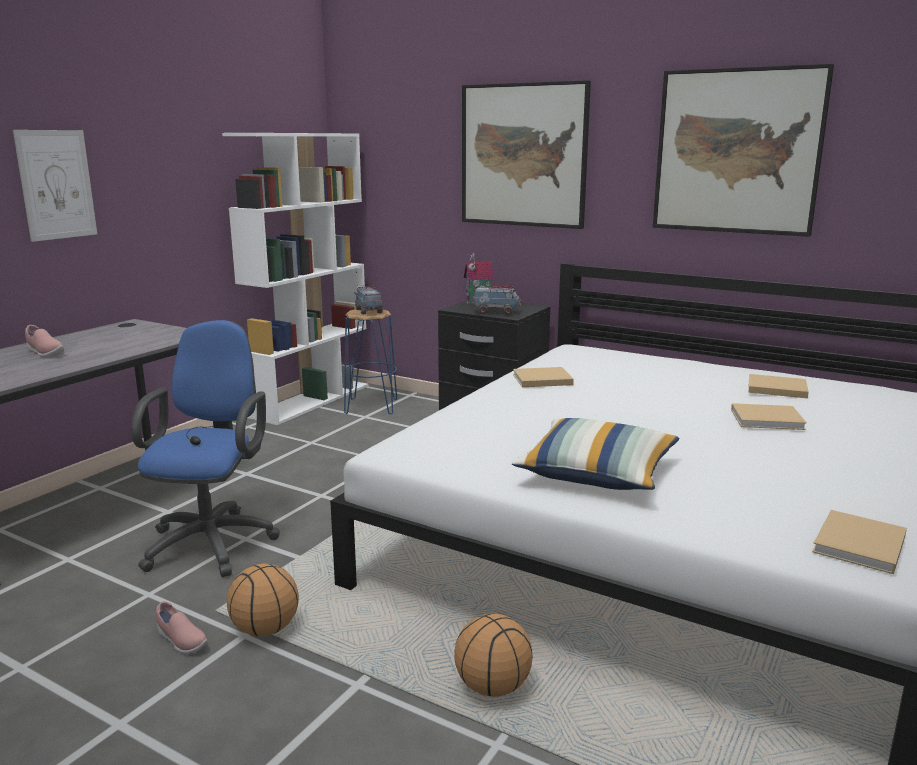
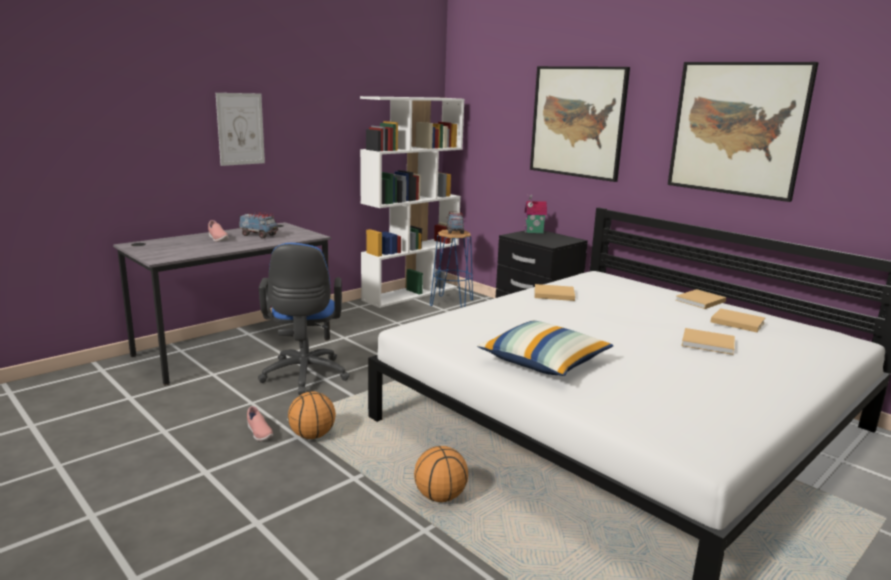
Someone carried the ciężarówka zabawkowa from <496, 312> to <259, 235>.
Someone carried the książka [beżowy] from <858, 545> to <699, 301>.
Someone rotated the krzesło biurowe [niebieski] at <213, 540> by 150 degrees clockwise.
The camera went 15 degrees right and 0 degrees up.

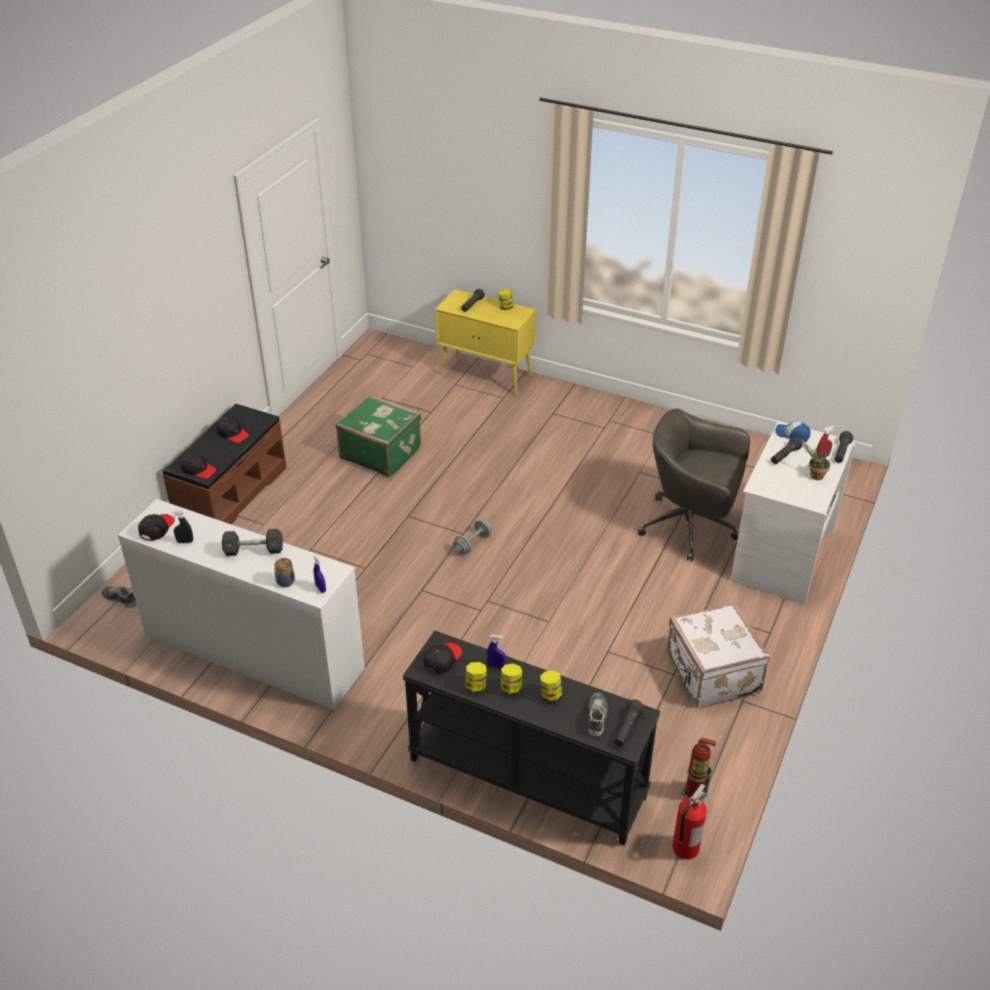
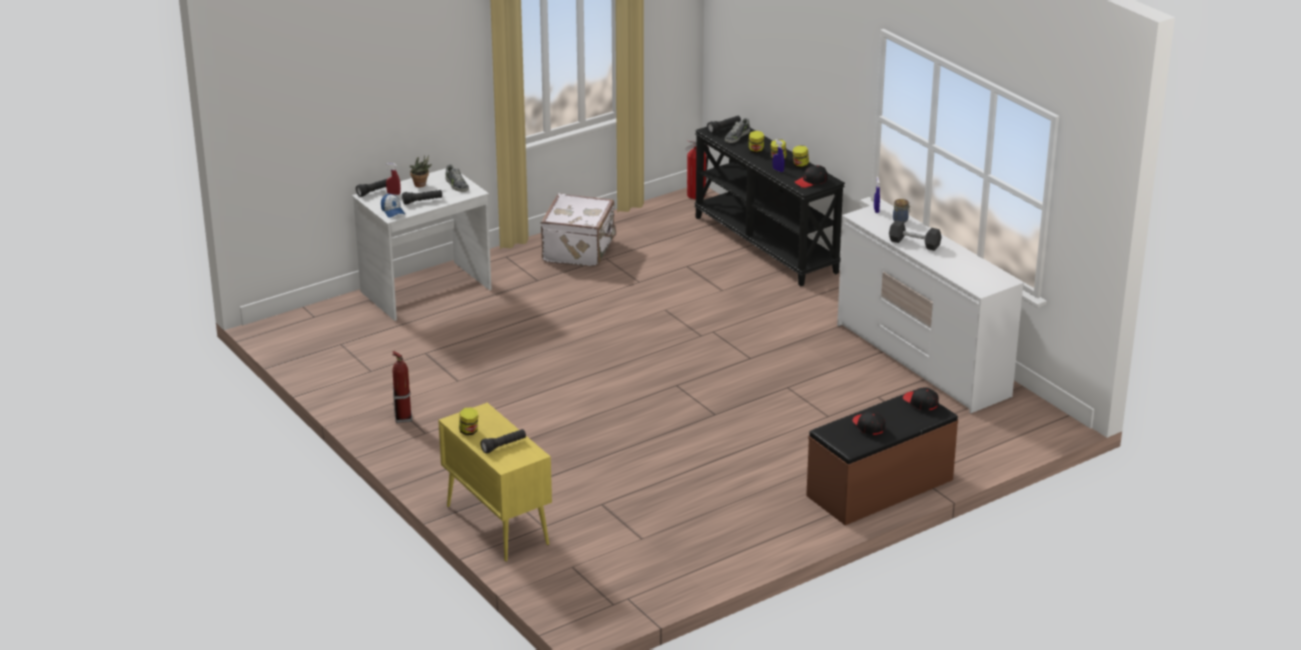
Someone took away the czapka z daszkiem [czarny] at <156, 529>.
Someone took away the spryskiwacz [czarny] at <185, 541>.
Someone took away the walizka [zielony] at <381, 453>.
Someone took away the hantel [szary] at <472, 543>.
Someone took away the krzesło biurowe [szary] at <691, 527>.
Someone carried the but from <120, 599> to <456, 185>.
Someone carried the gaśnica from <694, 794> to <403, 418>.
The camera went 150 degrees left and 10 degrees down.

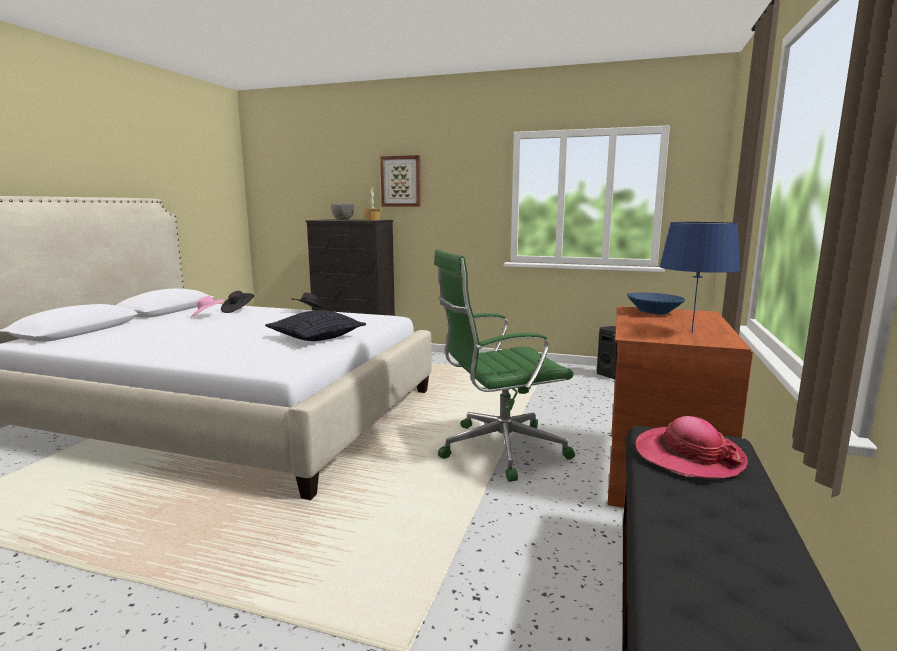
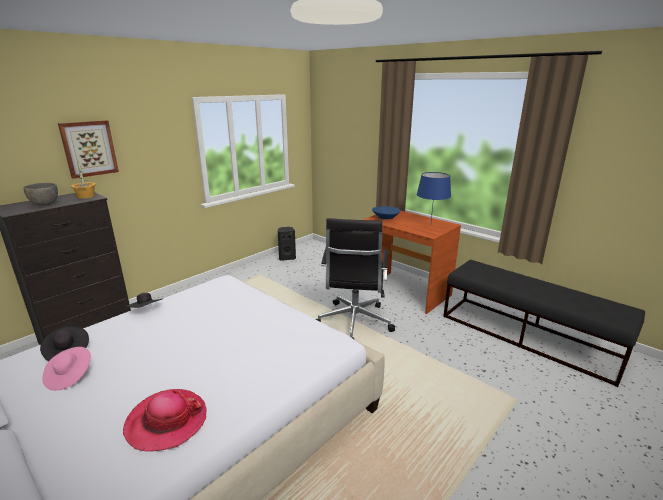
Someone took away the poduszka at <316, 337>.
Someone carried the kapelusz from <688, 456> to <166, 421>.
Someone repainted the krzesło biurowe [zielony] at <499, 449>, which became the krzesło biurowe [czarny] at <354, 323>.
The camera went 65 degrees left and 10 degrees up.

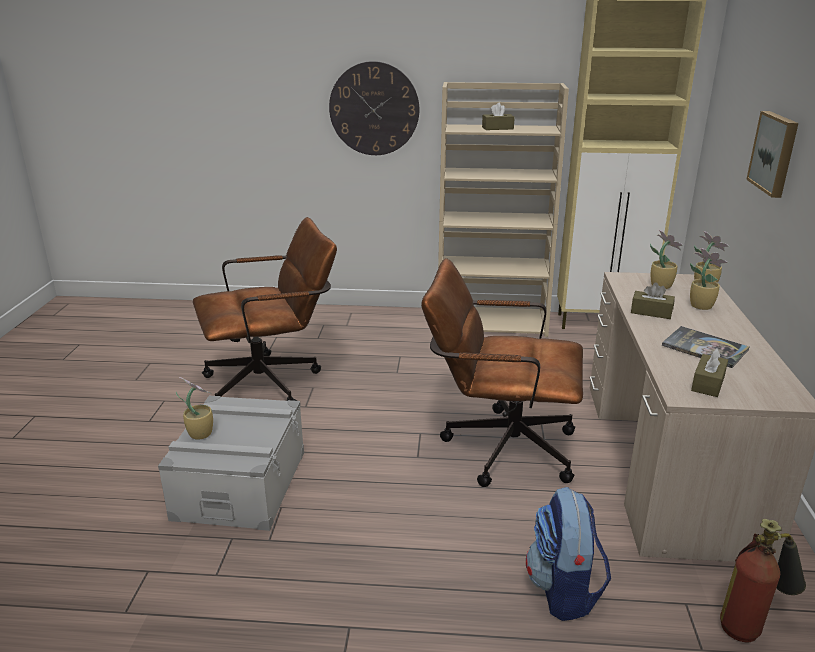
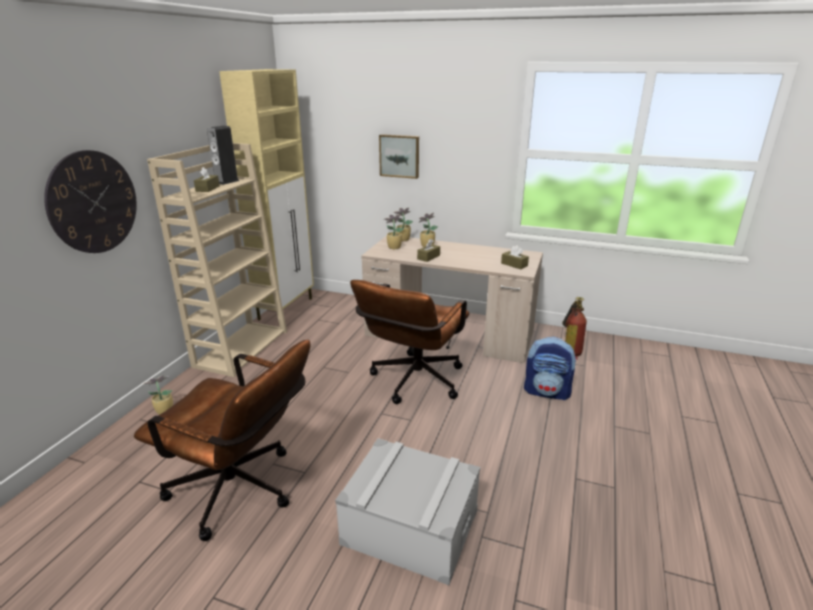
Someone took away the książka at <704, 348>.
Someone put down the głośnik at <226, 182>.
Someone carried the roślina doniczkowa from <200, 433> to <164, 411>.
Someone rotated the krzesło biurowe [brązowy] at <272, 382> by 120 degrees clockwise.
The camera went 75 degrees left and 0 degrees up.

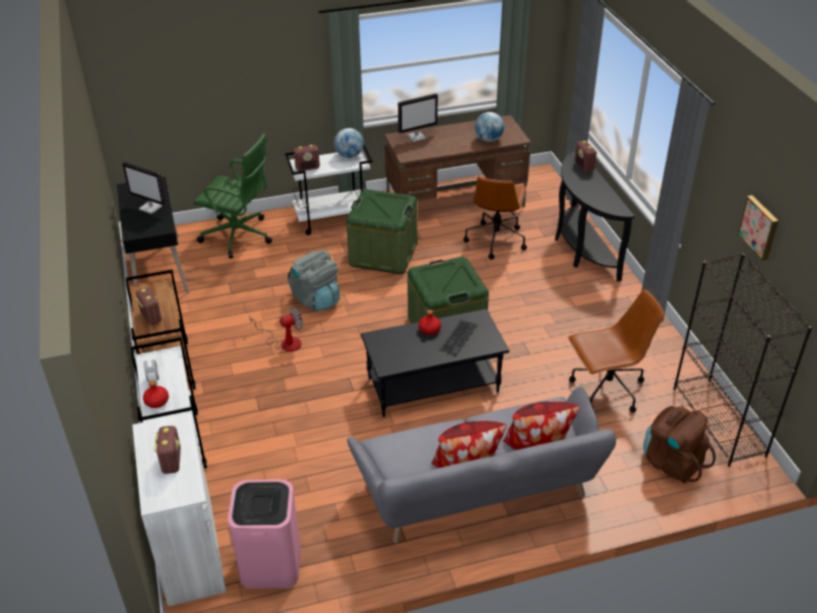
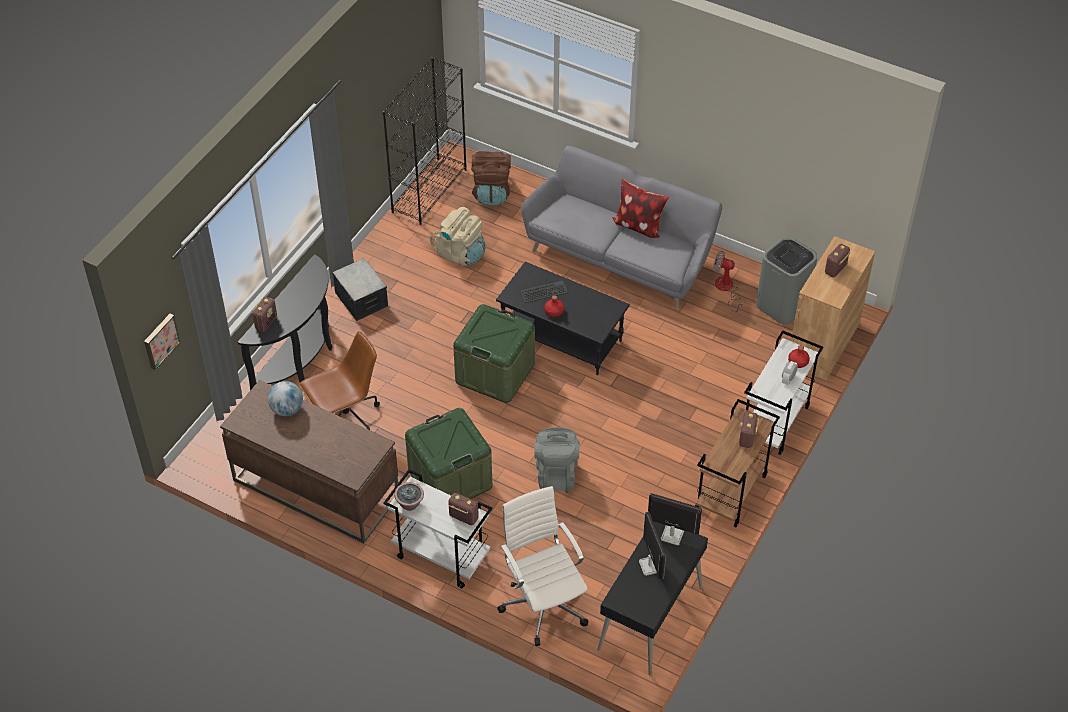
Someone took away the poduszka at <538, 444>.
Someone put down the pojemnik do przechowywania at <362, 299>.
Someone carried the wentylator from <284, 342> to <726, 289>.
Someone carried the monitor from <417, 137> to <671, 535>.
Someone carried the obraz from <759, 227> to <160, 340>.
Someone swapped the globus at <349, 156> for the roślina doniczkowa at <410, 504>.
Someone swapped the krzesło biurowe [brązowy] at <606, 390> for the plecak [beżowy] at <460, 253>.
Someone repainted the szafka [biały] at <190, 553>, which became the szafka [brązowy] at <823, 343>.
Someone repainted the krzesło biurowe [zielony] at <239, 236>, which became the krzesło biurowe [biały] at <544, 602>.
Someone repainted the kosz na śmieci [różowy] at <270, 564>, which became the kosz na śmieci [szary] at <782, 305>.
The camera went 135 degrees left and 10 degrees up.

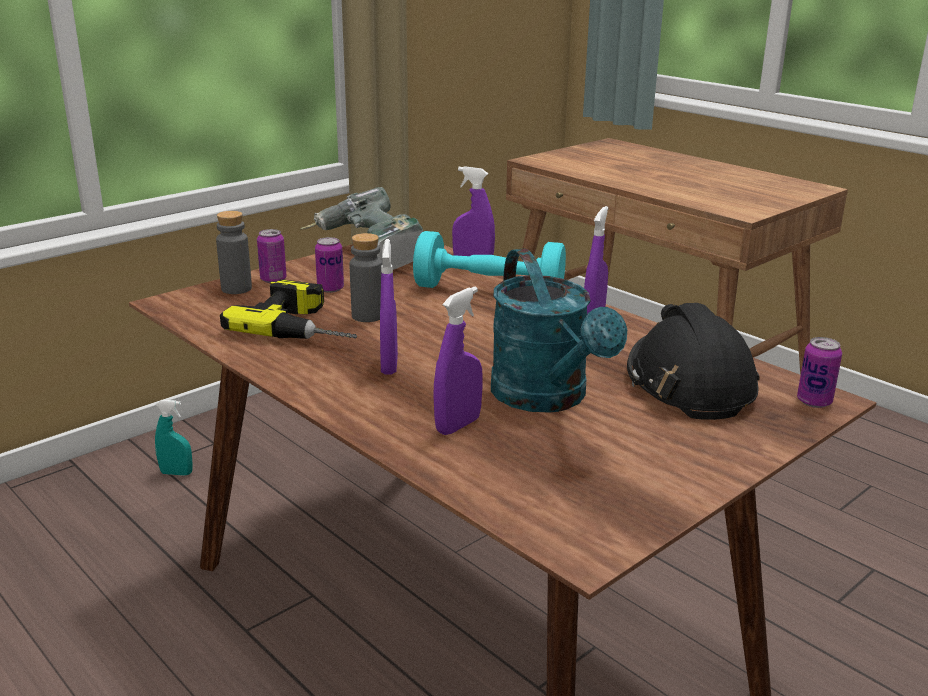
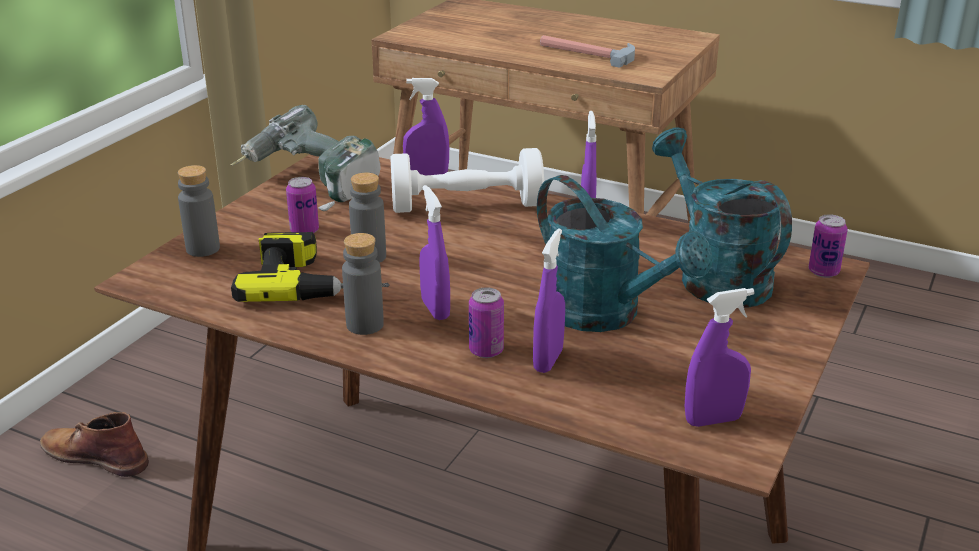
Someone put down the butelka [szary] at <365, 325>.
Someone put down the młotek at <587, 53>.
Someone put down the spryskiwacz [fioletowy] at <713, 420>.
Someone carried the puszka from <273, 279> to <486, 351>.
Someone swapped the spryskiwacz [turkusowy] at <176, 473> for the but z cholewką [brązowy] at <95, 455>.
Someone swapped the kask [czarny] at <689, 384> for the konewka [turkusowy] at <714, 275>.
Someone repainted the hantel [turkusowy] at <489, 291>, which became the hantel [biały] at <466, 206>.
The camera went 20 degrees left and 5 degrees up.

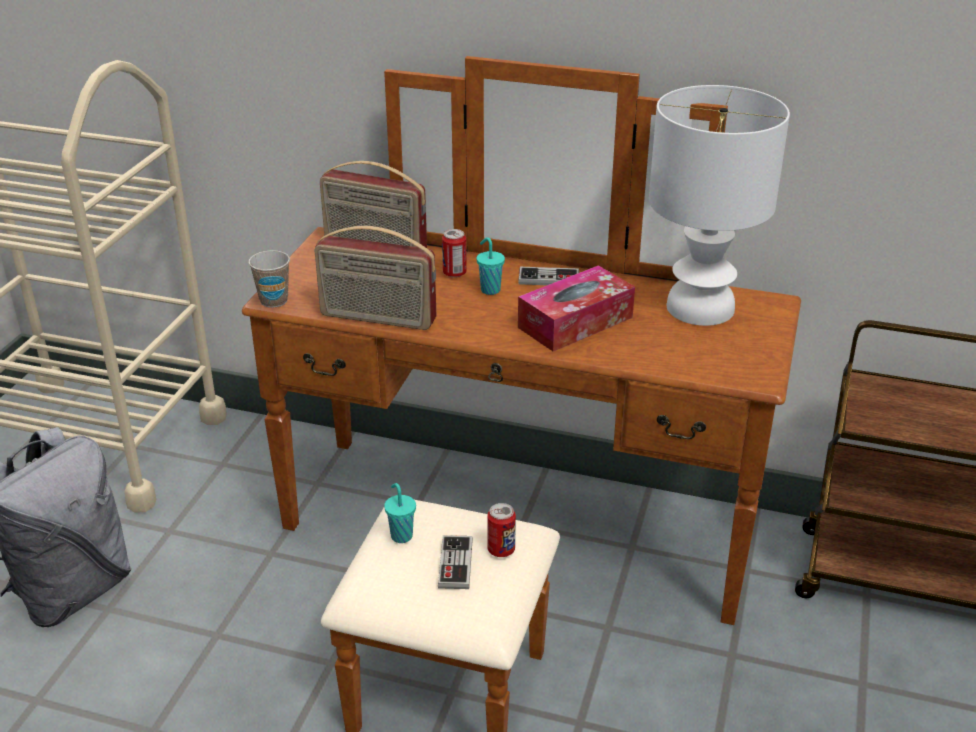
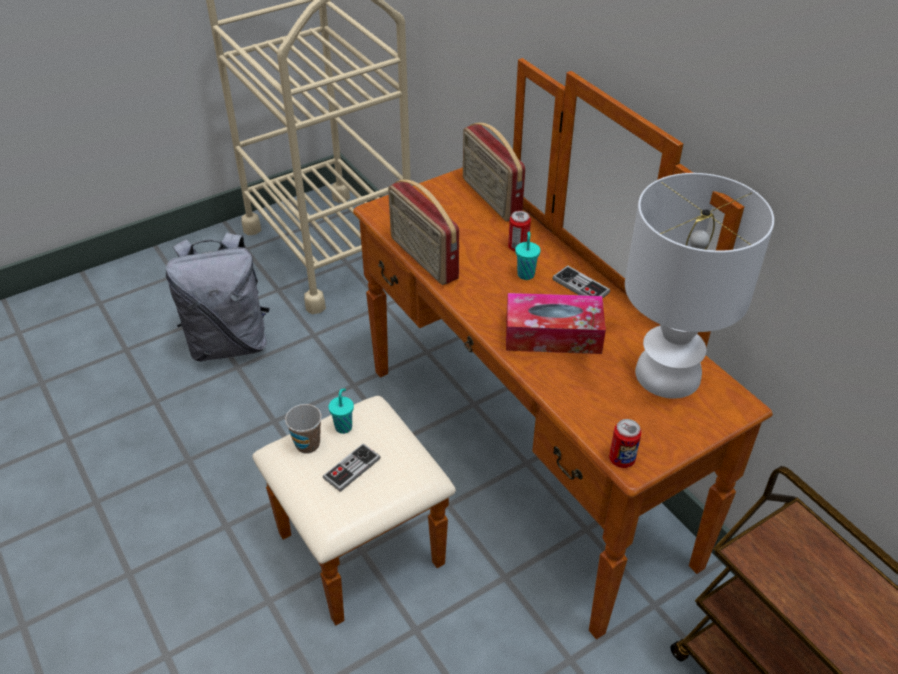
Someone carried the filiżanka from <274, 300> to <307, 444>.
Someone carried the puszka from <501, 550> to <621, 459>.
The camera went 40 degrees right and 10 degrees up.

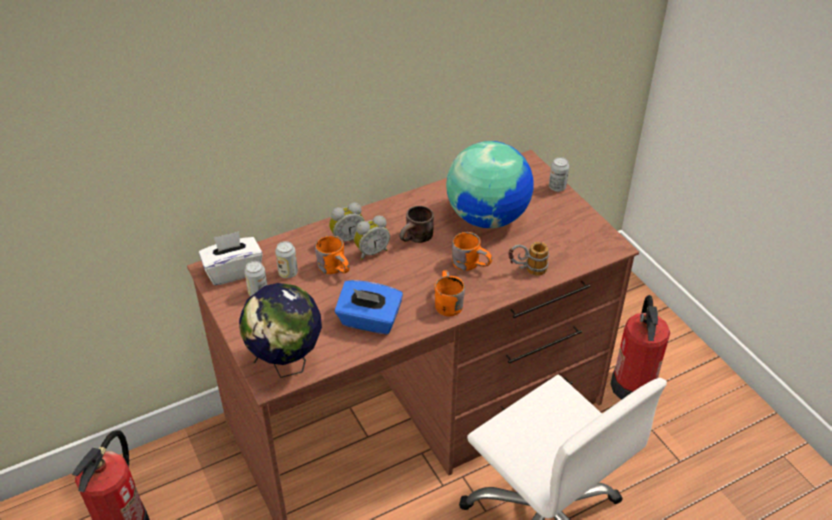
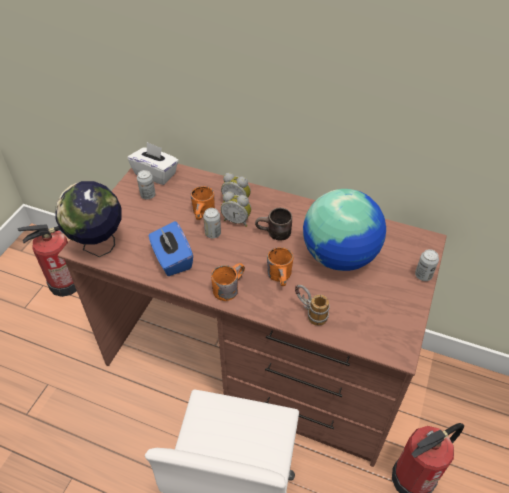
Someone carried the puszka from <288, 273> to <213, 233>.
The camera went 50 degrees right and 5 degrees up.

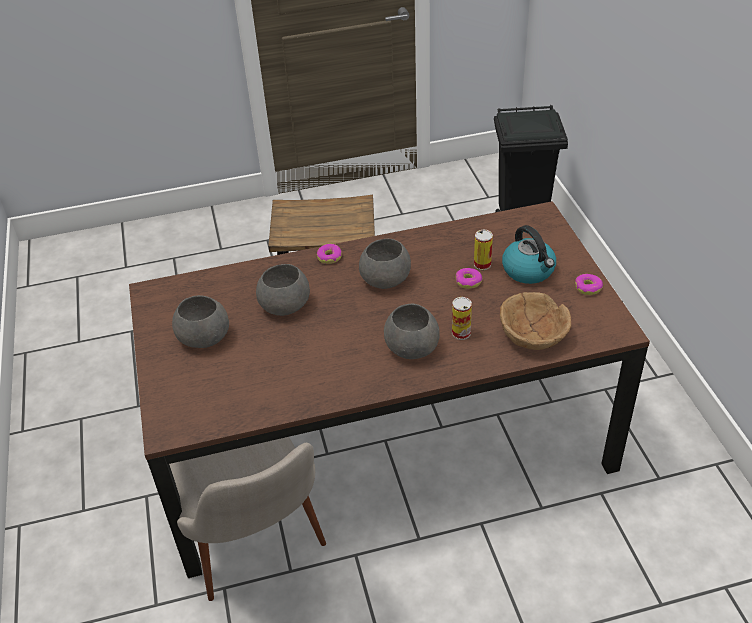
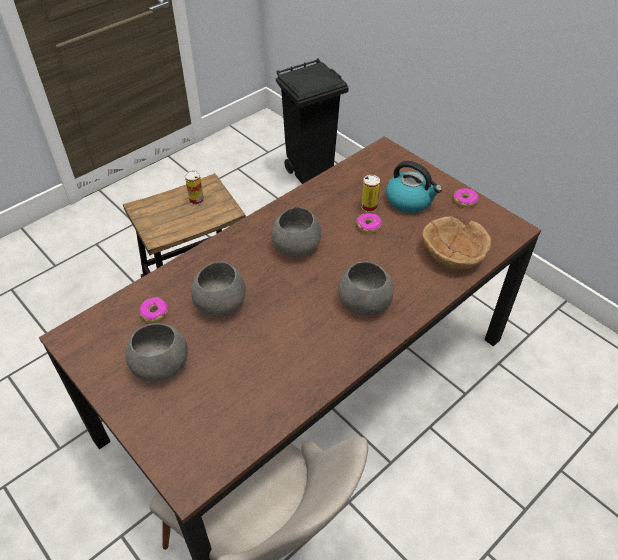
Someone carried the donut from <329, 257> to <154, 313>.
Someone carried the puszka from <461, 333> to <196, 200>.
The camera went 30 degrees left and 5 degrees up.

